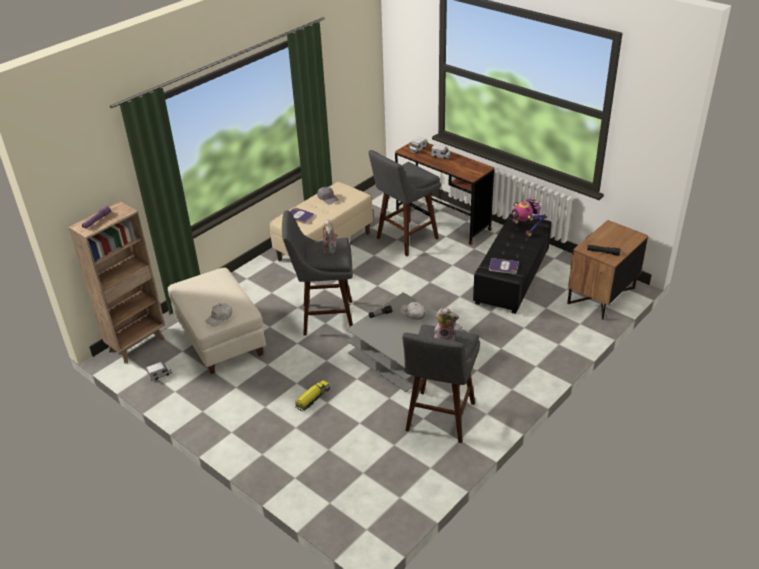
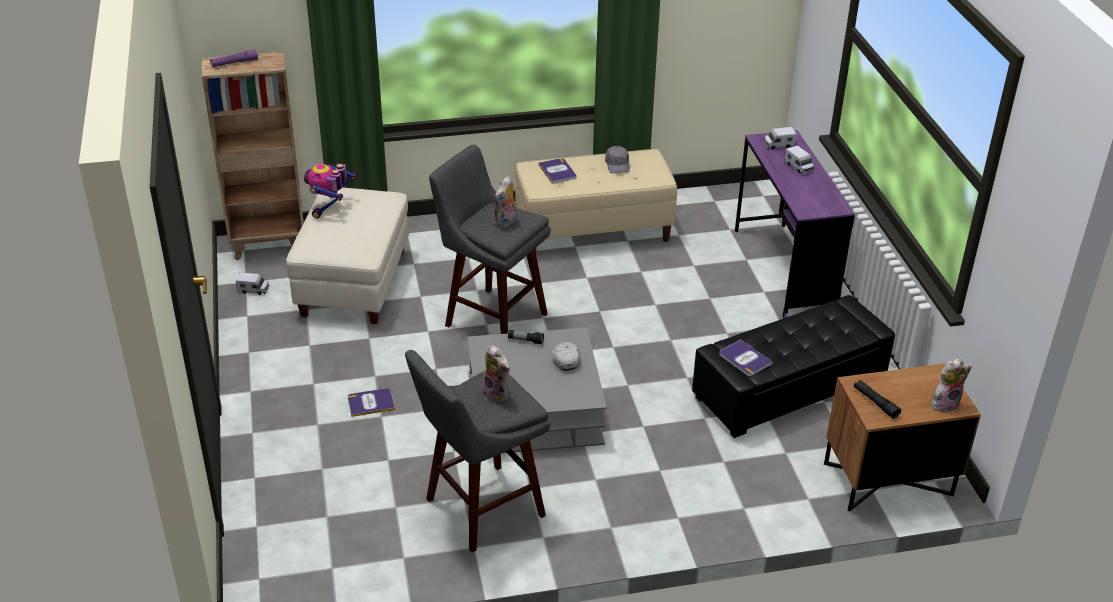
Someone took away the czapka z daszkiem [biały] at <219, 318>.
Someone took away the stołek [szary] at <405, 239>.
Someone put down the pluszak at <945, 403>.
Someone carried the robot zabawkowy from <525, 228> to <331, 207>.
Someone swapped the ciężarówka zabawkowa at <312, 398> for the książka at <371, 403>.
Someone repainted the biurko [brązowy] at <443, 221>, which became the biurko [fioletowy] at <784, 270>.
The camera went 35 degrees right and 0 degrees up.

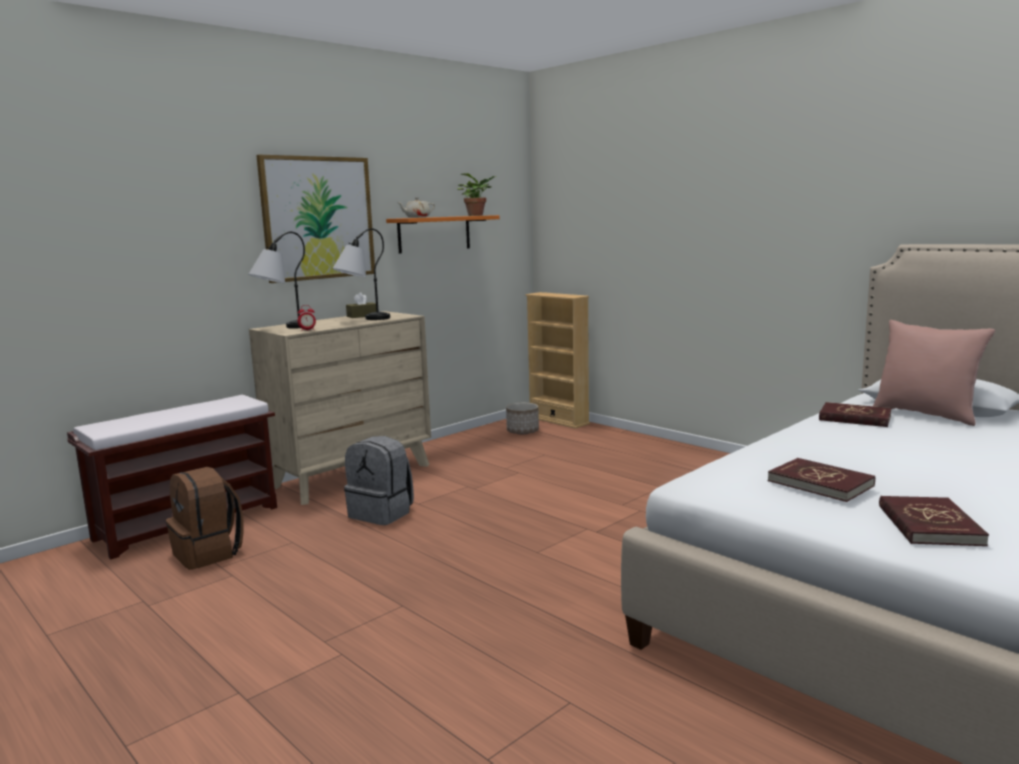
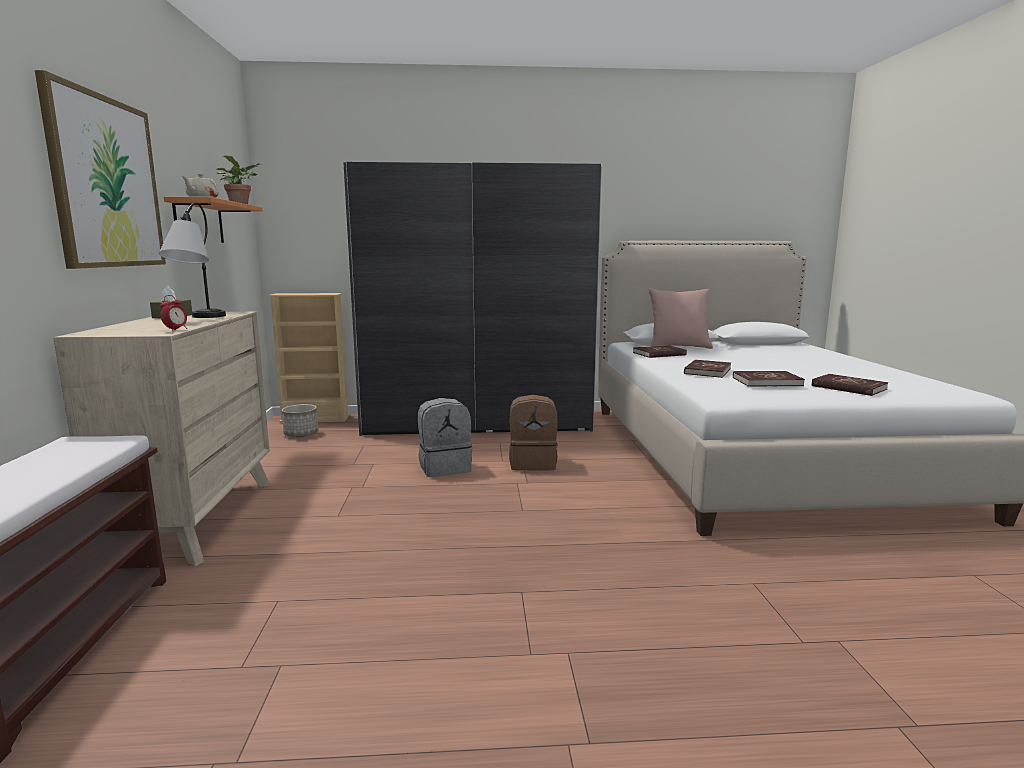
Someone took away the lampa stołowa at <283, 328>.
Someone put down the szafa [szary] at <477, 423>.
Someone put down the książka [czerwony] at <707, 371>.
Someone carried the plecak [brązowy] from <209, 553> to <533, 463>.
Someone carried the plecak [szary] from <382, 513> to <445, 467>.
The camera went 50 degrees left and 0 degrees up.

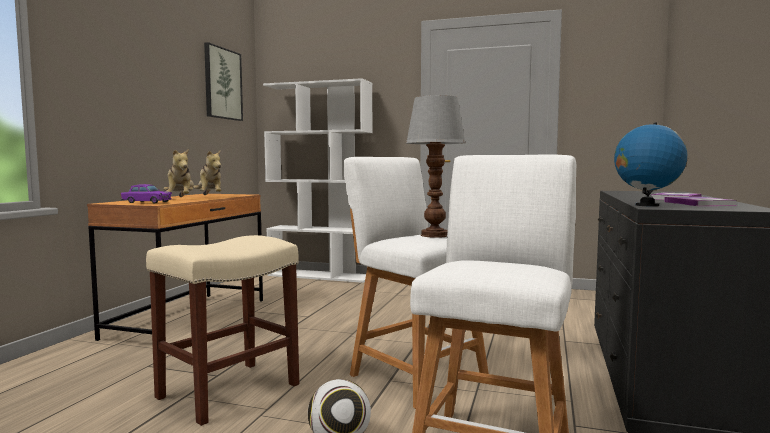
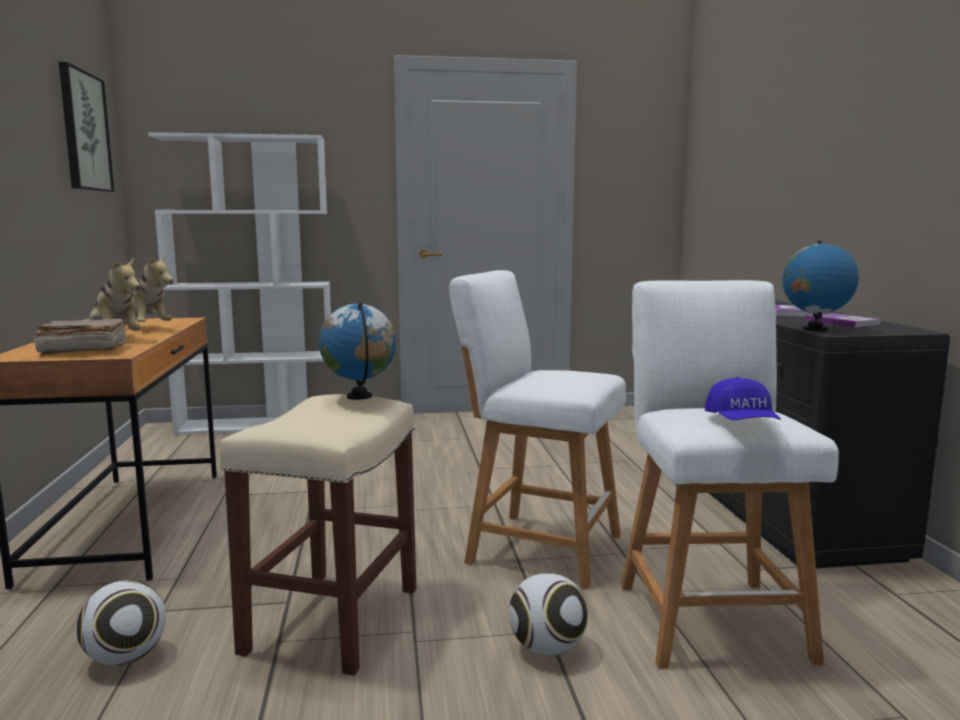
Someone took away the lampa stołowa at <435, 235>.
Someone put down the piłka futbolowa at <126, 658>.
Someone put down the globus at <360, 397>.
Someone put down the czapka z daszkiem [niebieski] at <742, 422>.
Someone swapped the samochodzik [fioletowy] at <146, 202> for the książka [brązowy] at <83, 351>.
The camera went 25 degrees left and 5 degrees up.

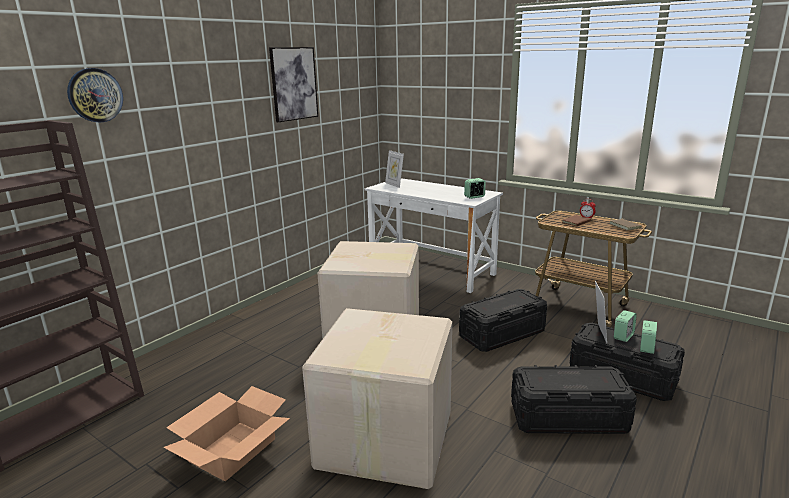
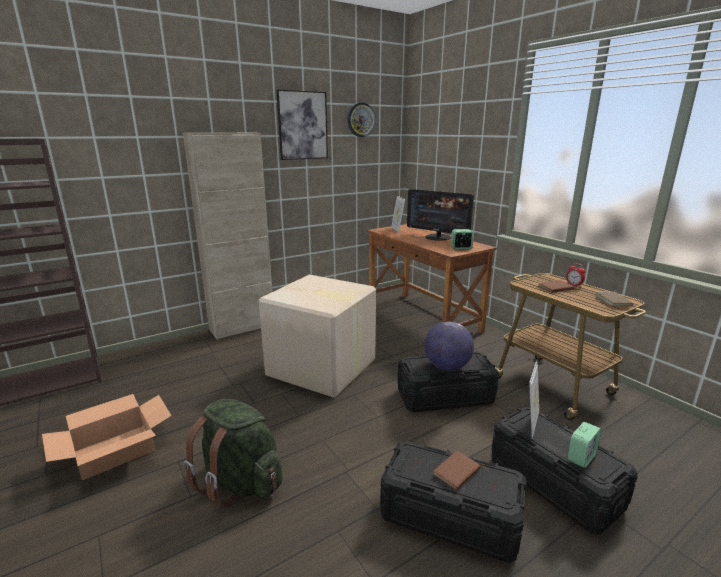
Someone took away the budzik at <623, 336>.
Someone put down the szafka [beżowy] at <242, 327>.
Someone put down the monitor at <438, 237>.
Someone put down the globus at <447, 367>.
Someone put down the książka [brązowy] at <457, 473>.
Someone carried the zegar ścienny from <95, 95> to <361, 120>.
Someone swapped the karton at <383, 440> for the plecak [zielony] at <240, 482>.
Someone repainted the biurko [biały] at <432, 270>, which became the biurko [brązowy] at <422, 317>.
The camera went 20 degrees right and 0 degrees up.

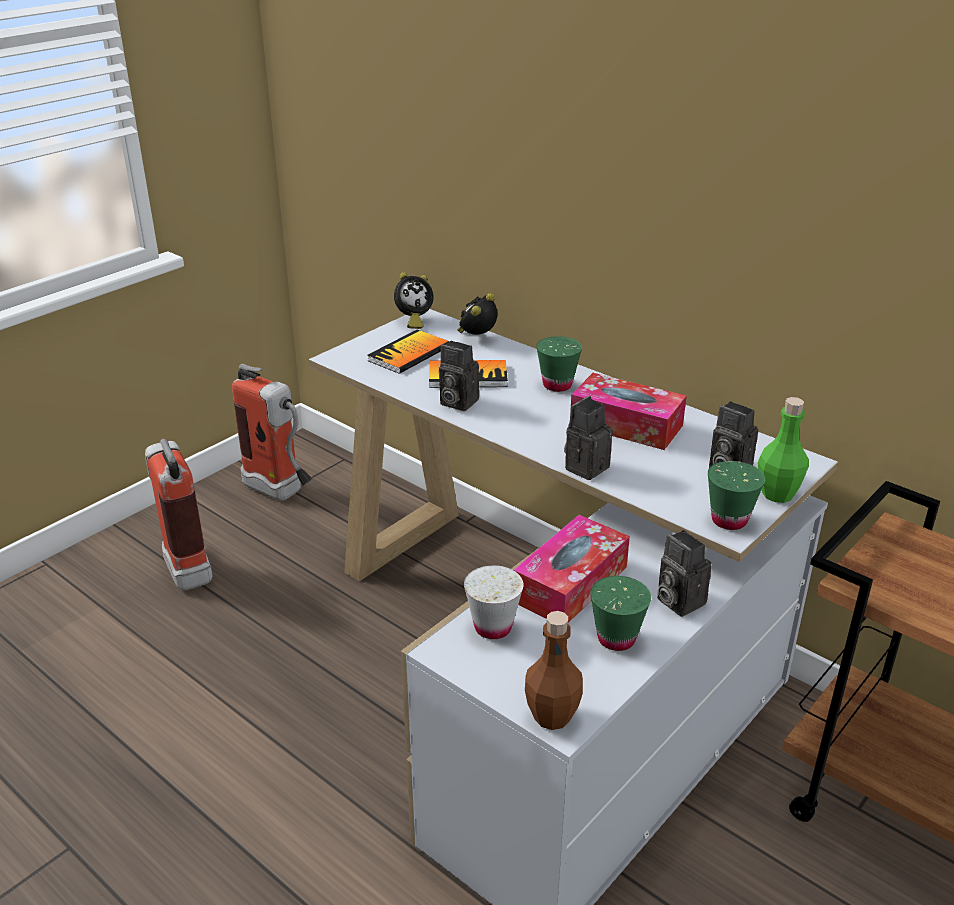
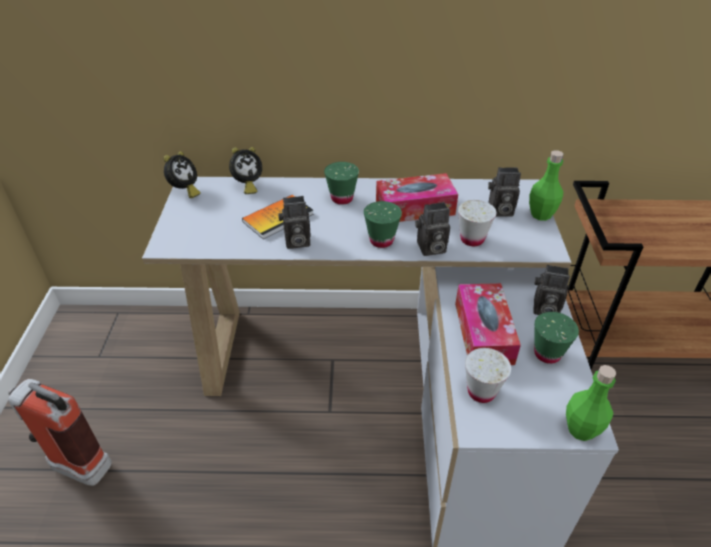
Someone took away the gaśnica at <281, 493>.
Someone took away the książka at <409, 354>.
Someone put down the filiżanka [biały] at <472, 239>.
Someone carried the filiżanka [zielony] from <729, 520> to <381, 240>.
Someone repainted the butelka [brązowy] at <552, 716>, which became the butelka [zielony] at <581, 429>.
Someone rotated the budzik at <477, 338> by 120 degrees counterclockwise.
Someone rotated the aparat fotograficzny at <586, 466> by 105 degrees counterclockwise.
The camera went 40 degrees left and 10 degrees up.

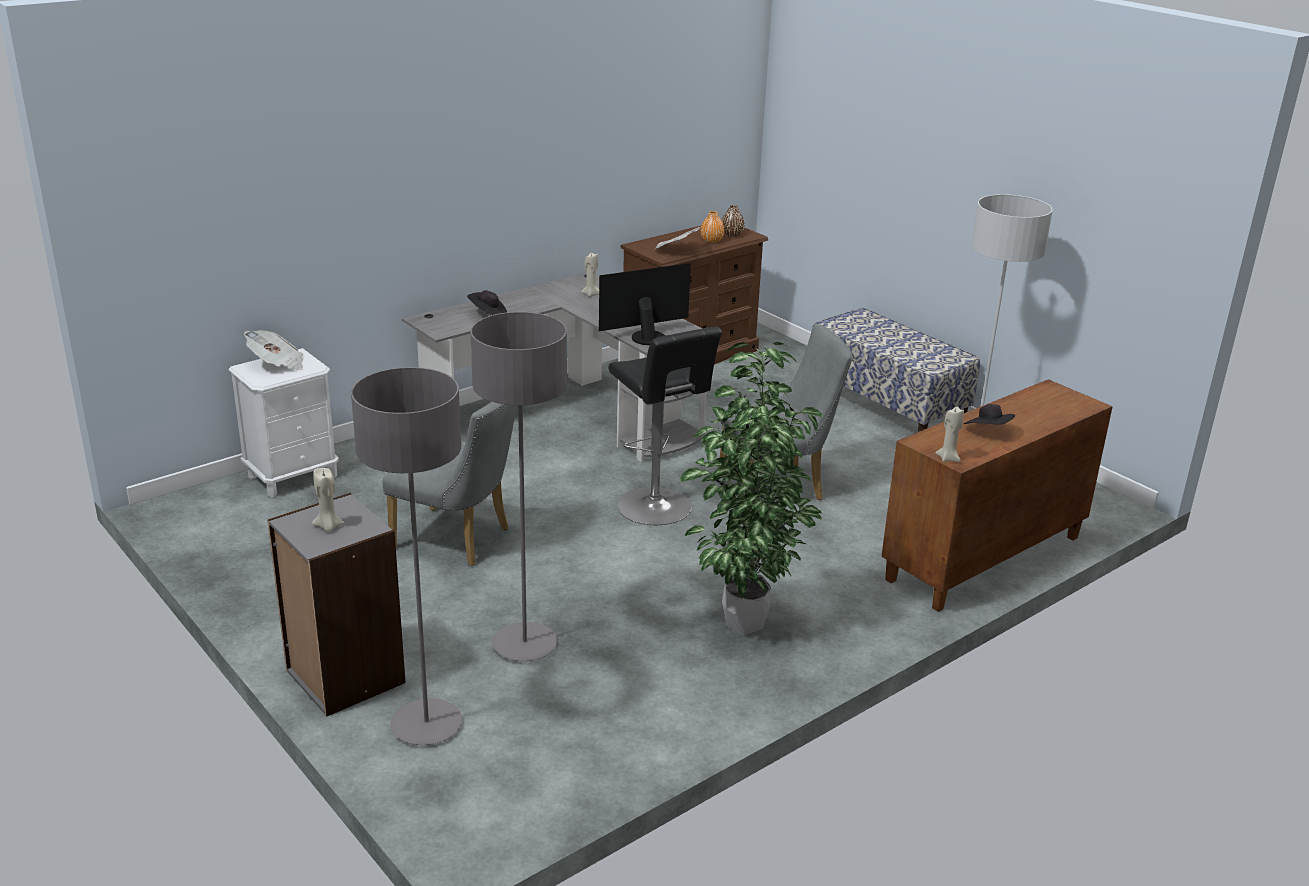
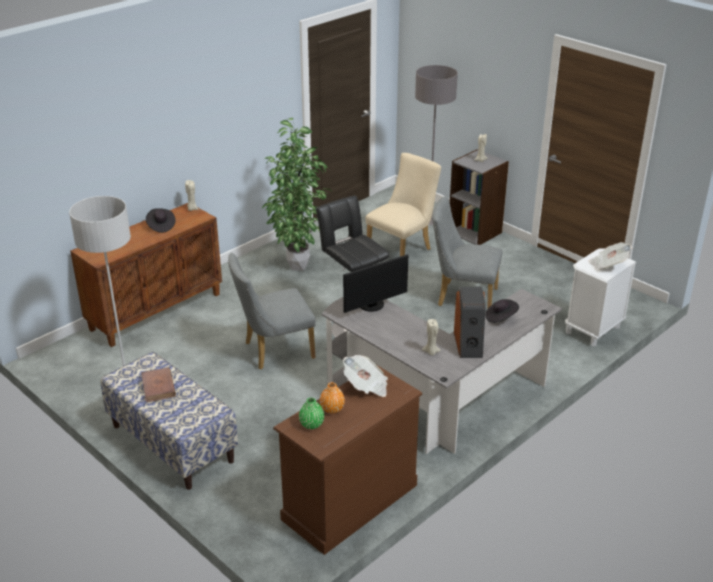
Someone put down the książka [brązowy] at <158, 387>.
Someone put down the głośnik at <469, 344>.
Someone swapped the lampa stojąca [szary] at <524, 644> for the krzesło [beżowy] at <402, 250>.
Someone repainted the wazon [brązowy] at <731, 234>, which became the wazon [zielony] at <311, 424>.
The camera went 175 degrees right and 5 degrees up.

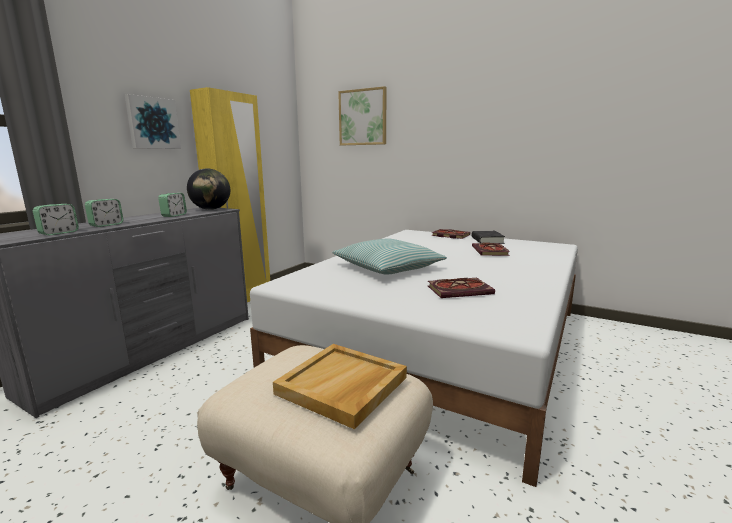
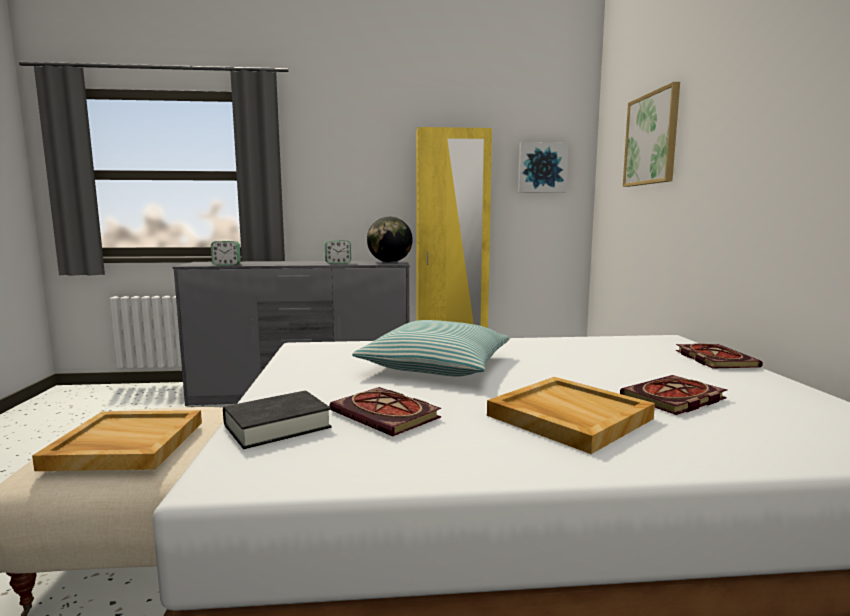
Someone took away the budzik at <106, 225>.
Someone put down the taca [beżowy] at <567, 417>.
Someone carried the obraz from <152, 123> to <542, 168>.
Someone carried the książka [czarny] from <487, 240> to <277, 426>.
The camera went 55 degrees right and 5 degrees down.

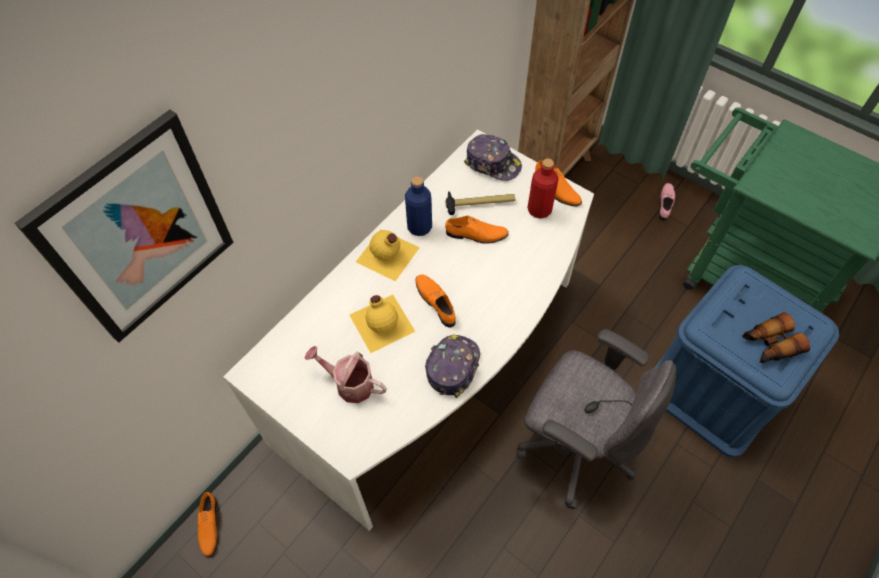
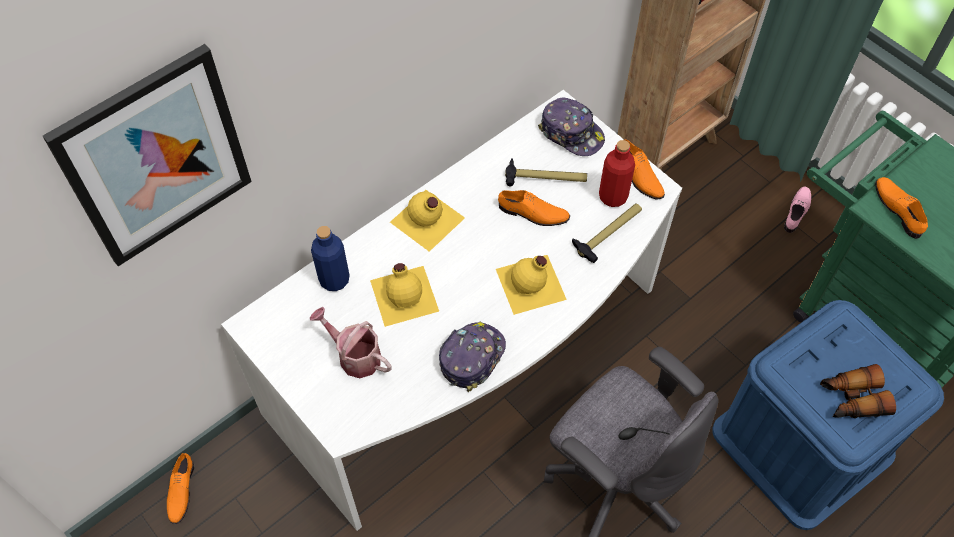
Someone put down the butelka [żółty] at <532, 284>.
Someone put down the młotek at <608, 233>.
Someone carried the butelka [niebieski] from <419, 227> to <334, 279>.
Someone carried the but [pomarańczowy] from <436, 301> to <899, 209>.
The camera went 10 degrees right and 0 degrees up.

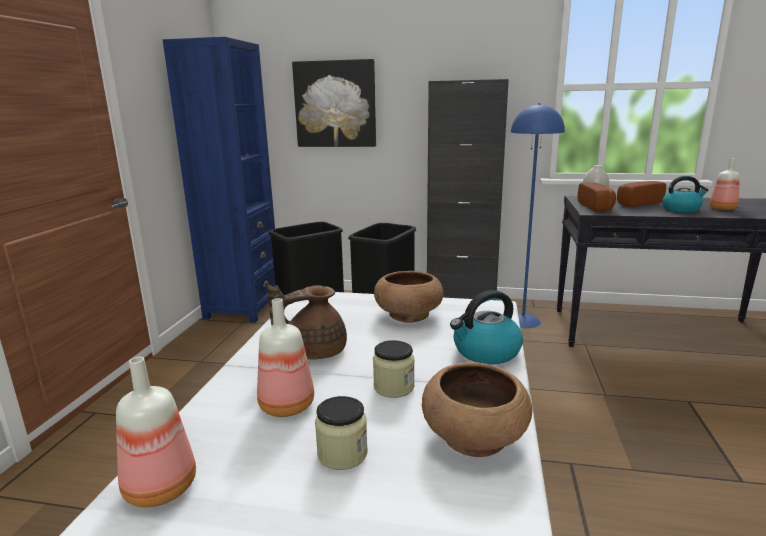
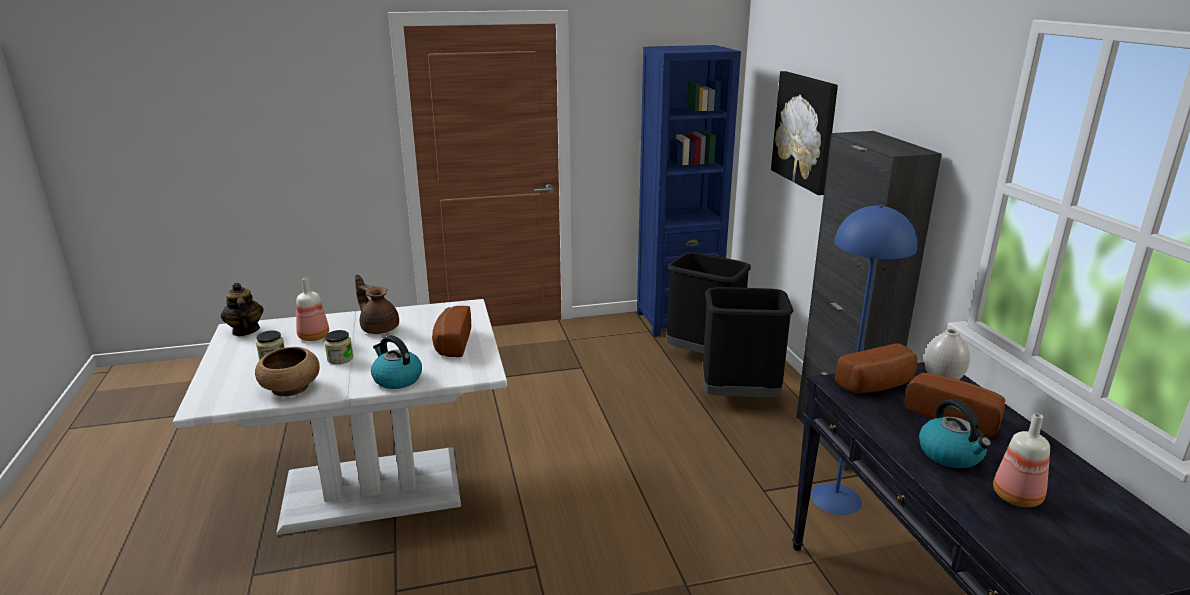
Someone swapped the butelka at <162, 489> for the imbryk at <245, 331>.
Someone swapped the miska [brązowy] at <408, 315> for the chleb at <451, 343>.
The camera went 65 degrees right and 5 degrees up.

